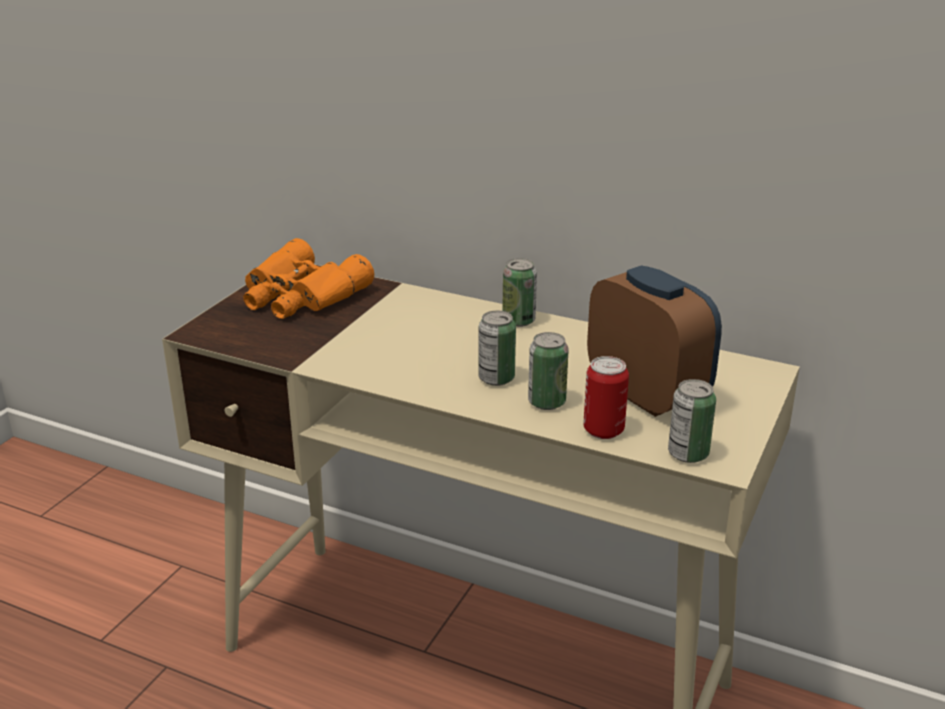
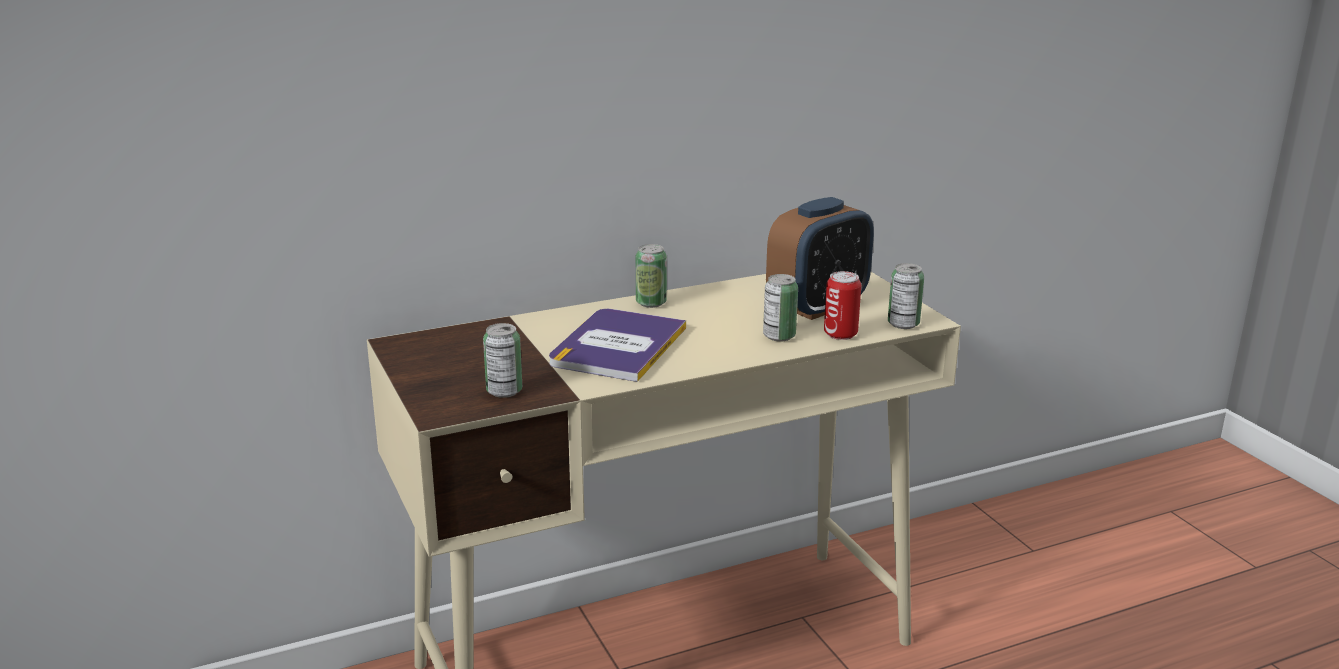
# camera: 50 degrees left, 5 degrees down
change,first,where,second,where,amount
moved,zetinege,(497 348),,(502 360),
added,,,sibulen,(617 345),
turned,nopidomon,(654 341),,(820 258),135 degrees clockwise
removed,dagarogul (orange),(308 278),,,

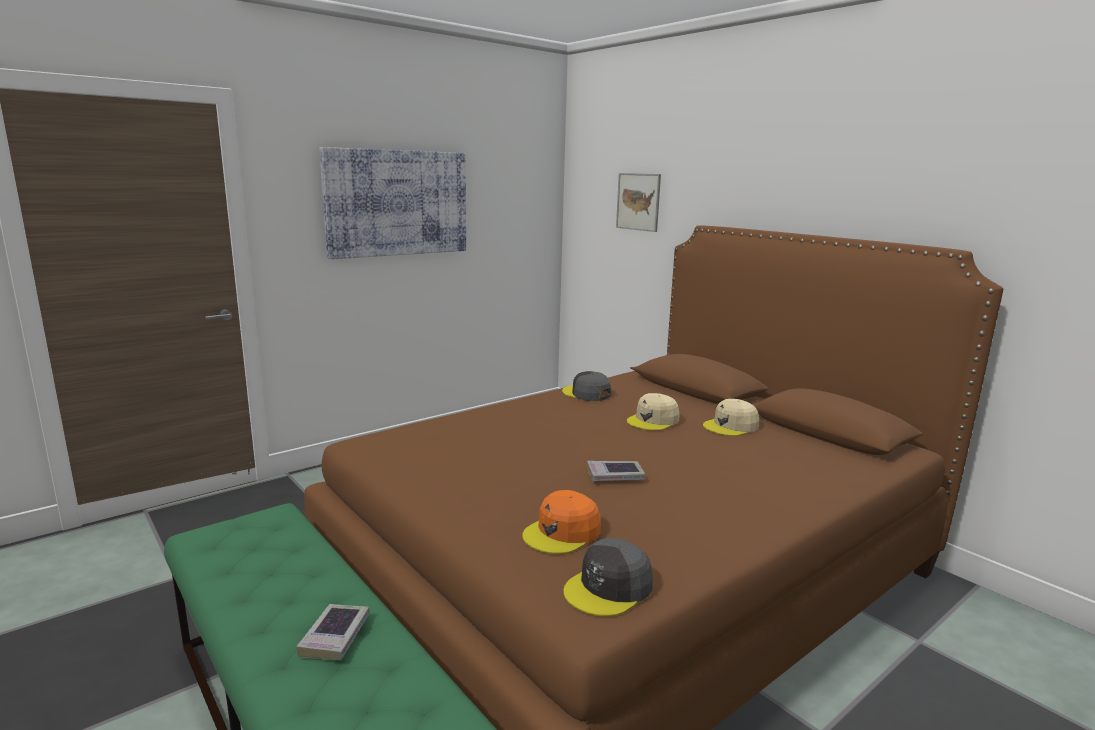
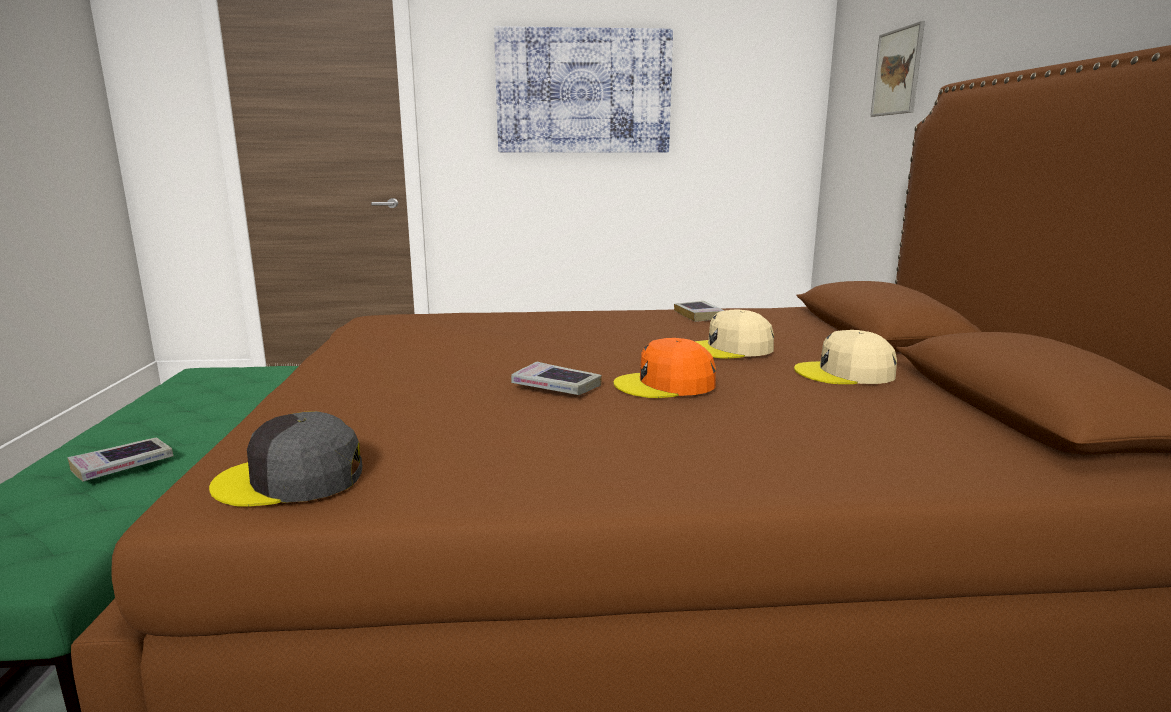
# camera: 35 degrees right, 0 degrees up
change,first,where,second,where,amount
moved,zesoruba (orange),(561 522),,(665 368),
replaced,zesoruba (grey),(586 386),sibulen,(699 311),

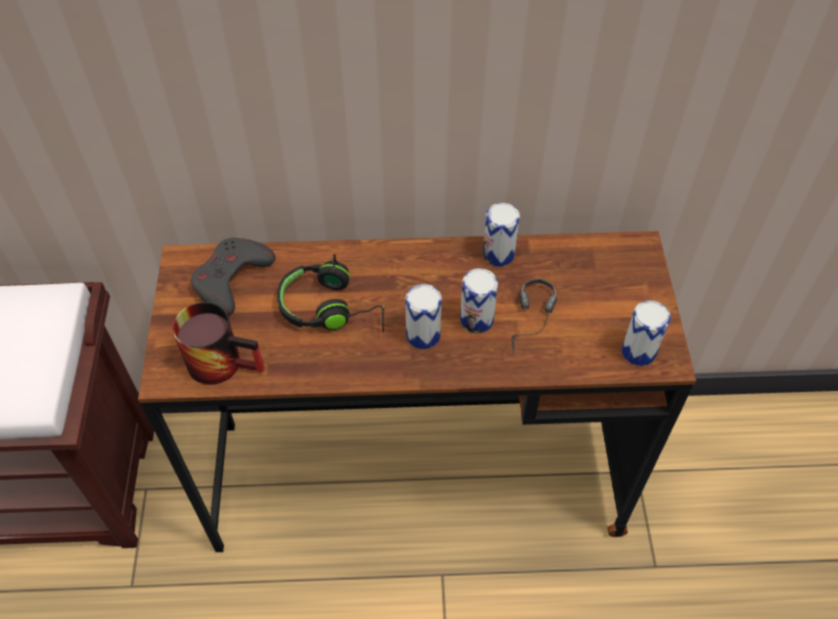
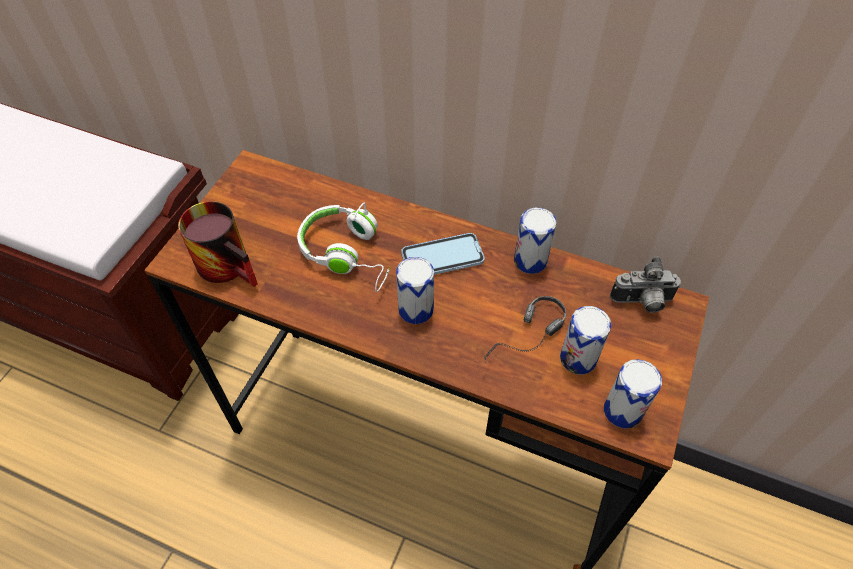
# camera: 25 degrees right, 0 degrees up
change,first,where,second,where,amount
recoloured,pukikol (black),(330 293),pukikol (white),(343 247),
added,,,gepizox,(443 254),
moved,zetinege,(479 300),,(585 340),
added,,,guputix,(645 284),
removed,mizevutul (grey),(233 277),,,

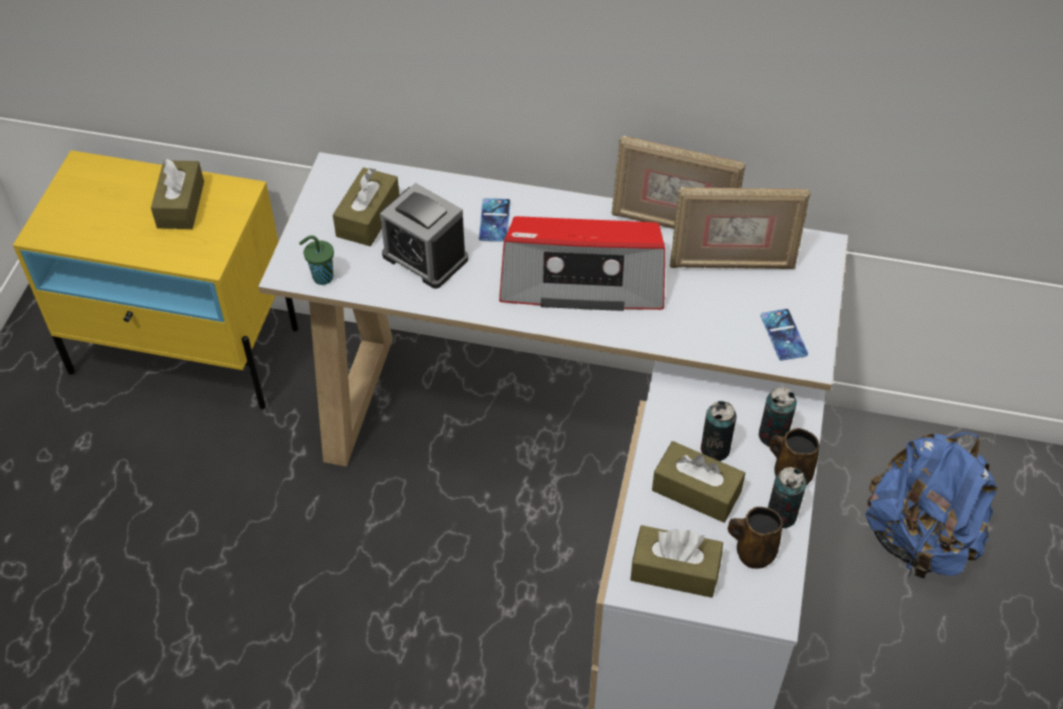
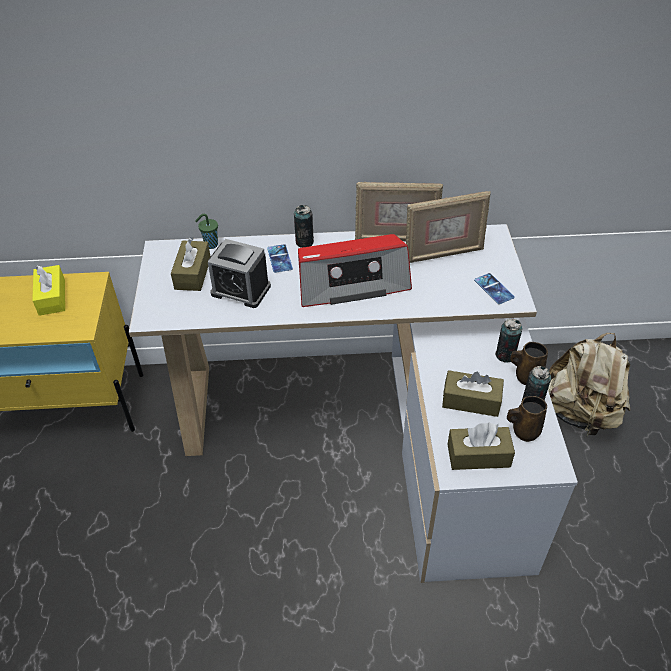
# camera: 15 degrees left, 5 degrees down
change,first,where,second,where,amount
recoloured,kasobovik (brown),(177 194),kasobovik (yellow),(48 290),
moved,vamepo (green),(316 260),,(206 231),
moved,zetinege,(718 431),,(304 226),
recoloured,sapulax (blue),(931 505),sapulax (beige),(589 385),

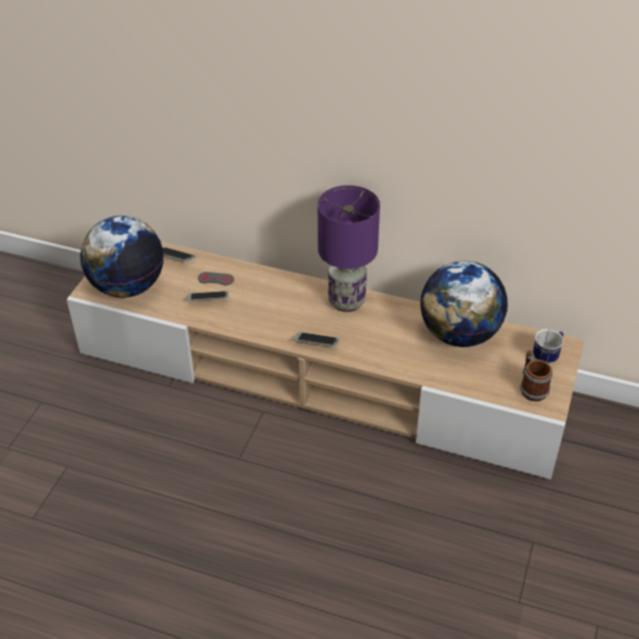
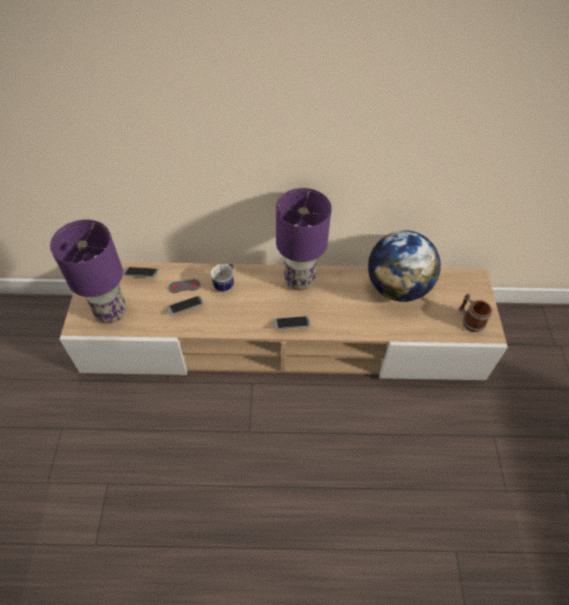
# camera: 20 degrees left, 10 degrees up
change,first,where,second,where,amount
replaced,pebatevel,(122 257),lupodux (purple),(88 271),
moved,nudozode,(548 346),,(222 278),

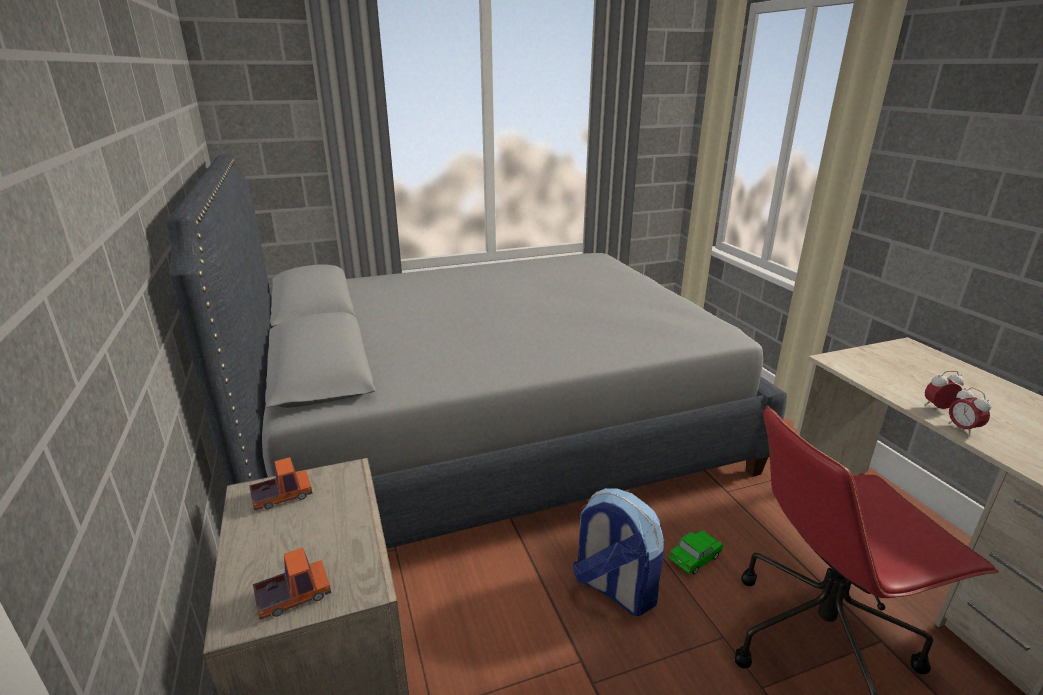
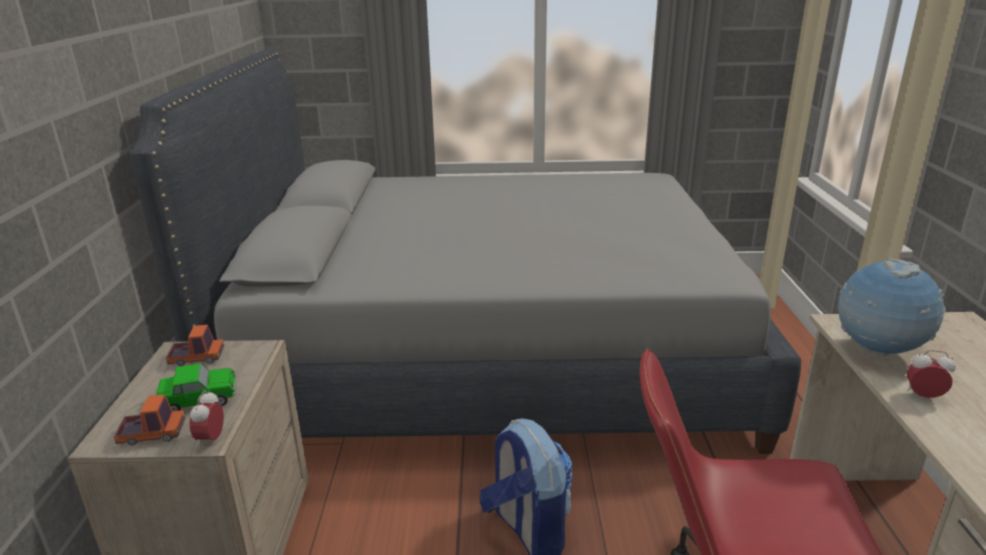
# camera: 20 degrees right, 0 degrees up
change,first,where,second,where,amount
moved,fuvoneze,(695 552),,(196 387),
moved,nopidomon,(970 411),,(206 419),
added,,,pebatevel,(892 307),

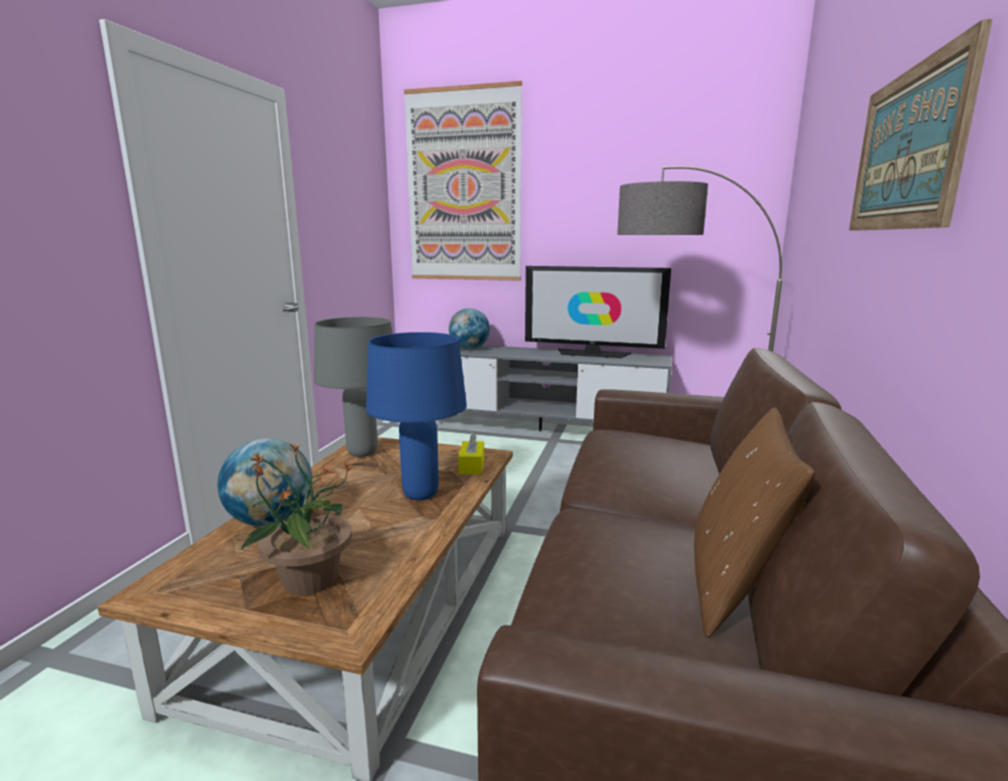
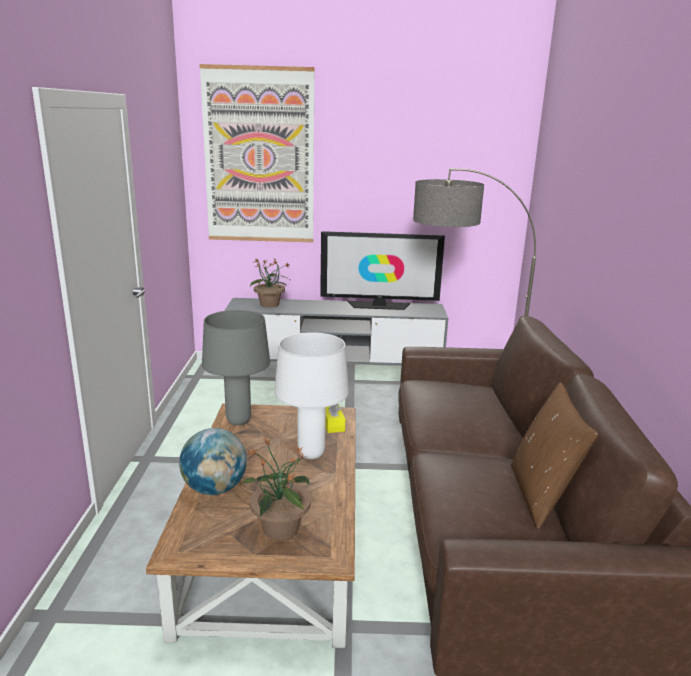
# camera: 15 degrees left, 5 degrees up
change,first,where,second,where,amount
replaced,pebatevel,(469 329),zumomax,(270 283),
recoloured,lupodux (blue),(416 416),lupodux (white),(311 395),
removed,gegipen,(920 125),,,

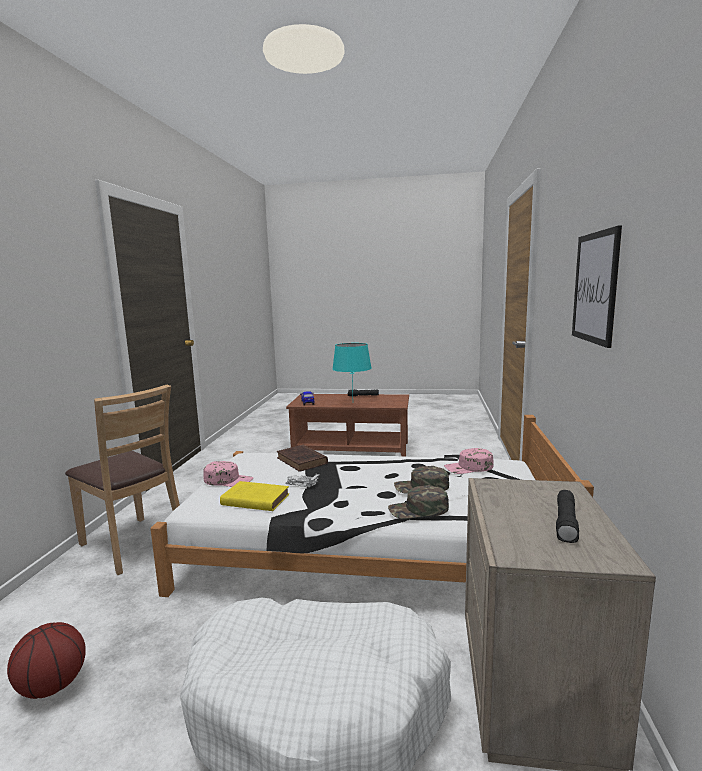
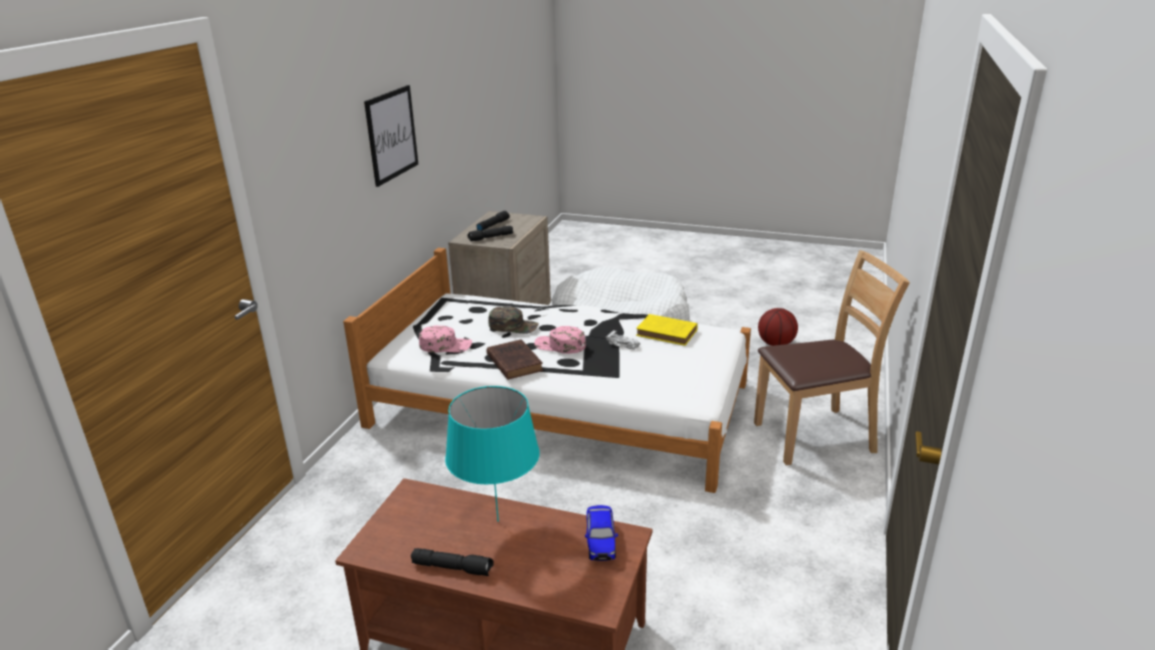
# camera: 170 degrees left, 15 degrees up
change,first,where,second,where,amount
added,,,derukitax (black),(490 233),
moved,sibulen (brown),(302 458),,(515 359),
moved,zesoruba (pink),(228 474),,(560 340),
turned,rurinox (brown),(122 479),,(832 358),120 degrees clockwise
removed,zesoruba (green),(418 502),,,

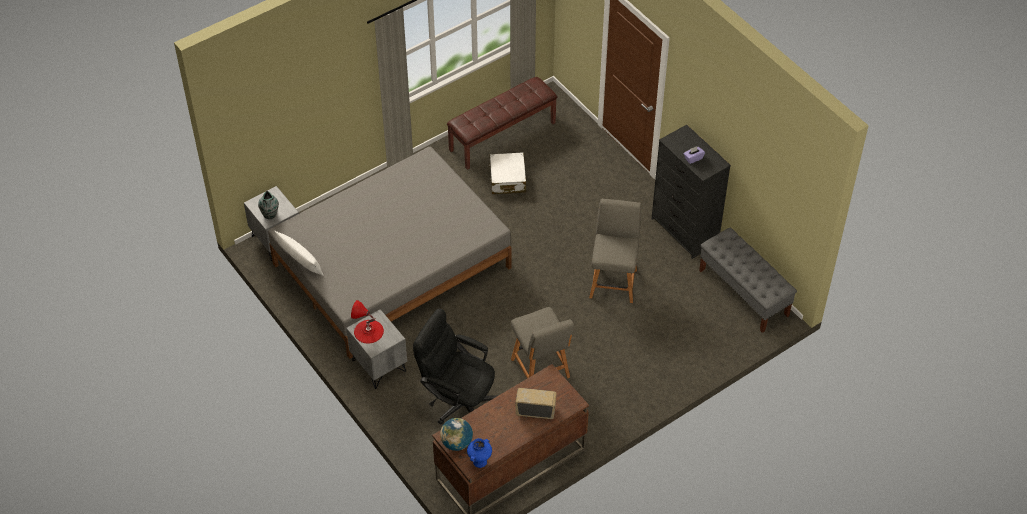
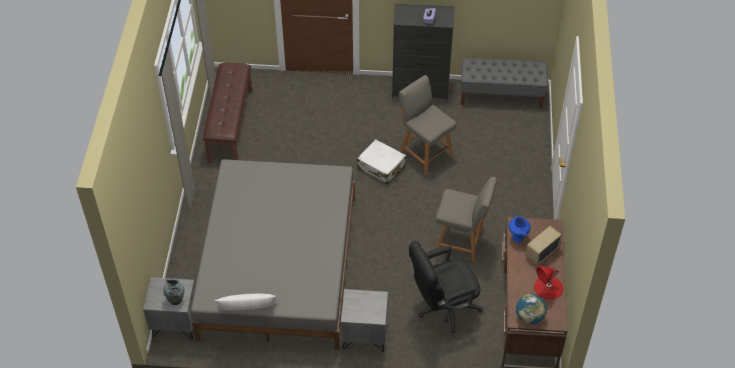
# camera: 50 degrees left, 0 degrees up
change,first,where,second,where,amount
moved,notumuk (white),(507 173),,(381 162),
moved,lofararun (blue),(479 453),,(520 229),
moved,lupodux (red),(367 322),,(548 283),

